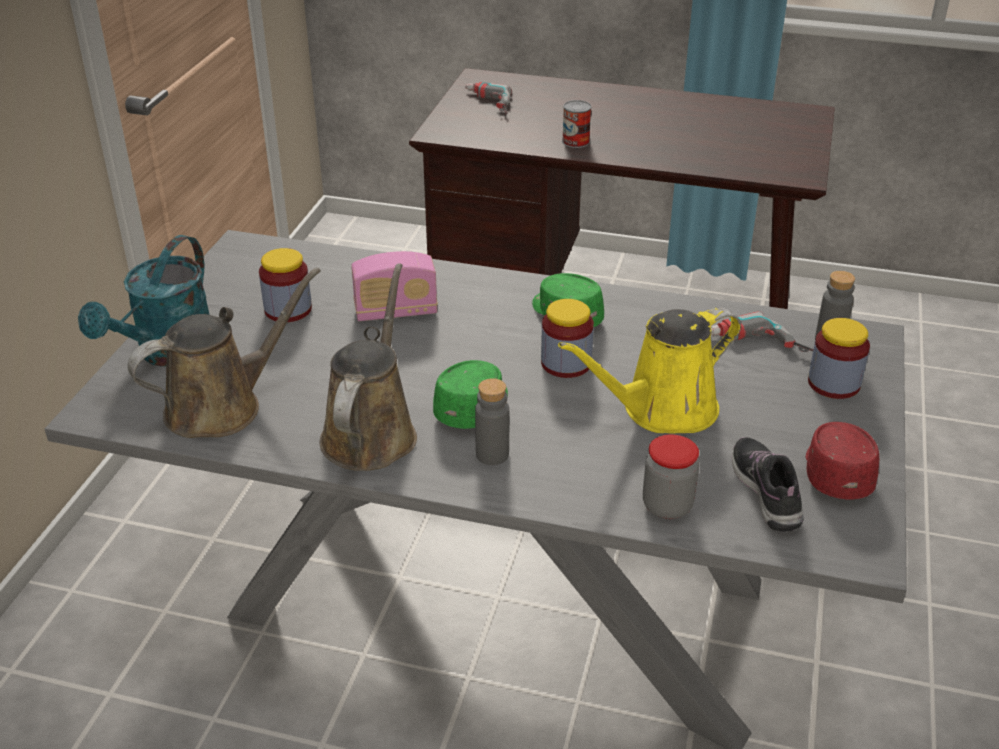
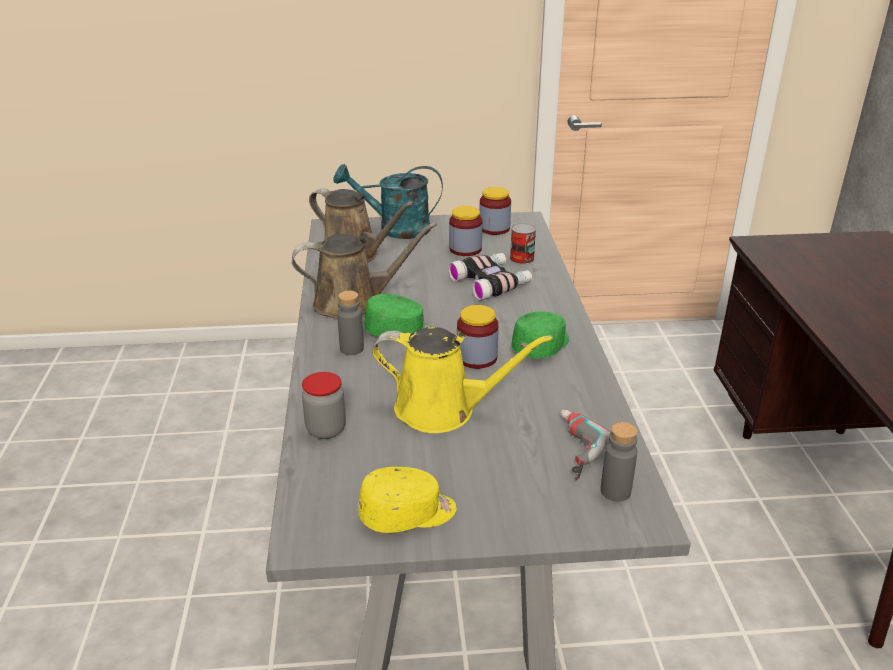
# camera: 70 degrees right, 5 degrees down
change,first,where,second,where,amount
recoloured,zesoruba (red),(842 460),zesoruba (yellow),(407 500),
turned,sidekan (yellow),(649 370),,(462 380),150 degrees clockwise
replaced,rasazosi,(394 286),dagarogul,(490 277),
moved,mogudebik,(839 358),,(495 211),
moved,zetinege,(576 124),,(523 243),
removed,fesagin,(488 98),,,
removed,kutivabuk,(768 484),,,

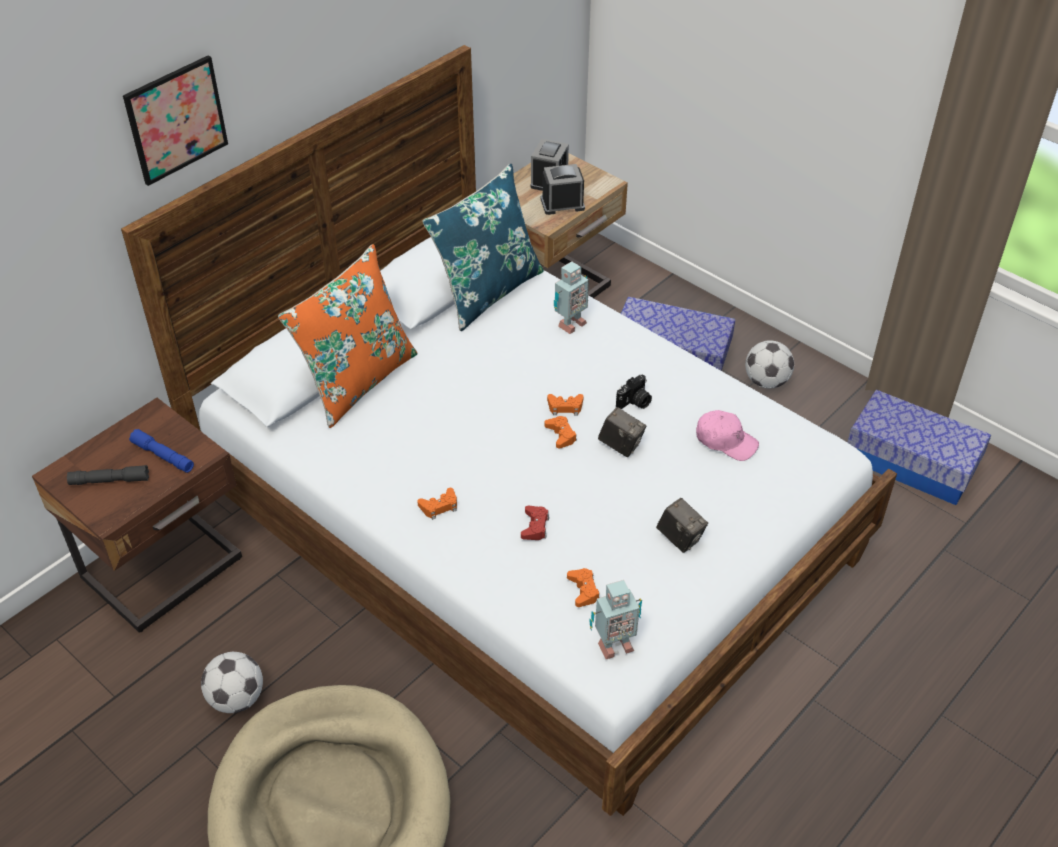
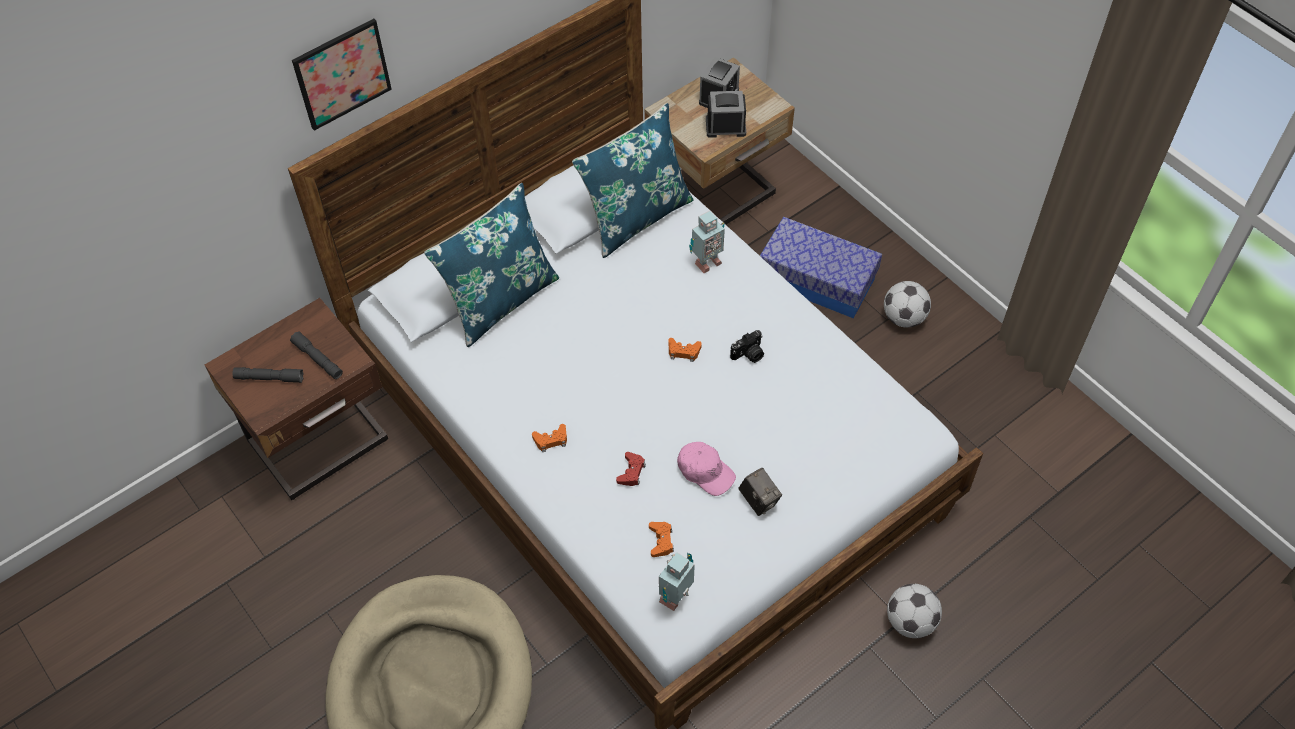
# camera: 10 degrees right, 10 degrees up
change,first,where,second,where,amount
recoloured,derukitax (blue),(161 451),derukitax (grey),(316 355),
recoloured,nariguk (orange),(348 336),nariguk (blue),(491 265),
turned,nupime,(615 619),,(677 582),135 degrees clockwise
moved,zesoruba (pink),(727 435),,(706 469),
moved,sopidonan,(232 682),,(914 611),
removed,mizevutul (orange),(560 432),,,
removed,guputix,(622 432),,,
removed,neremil,(919 447),,,

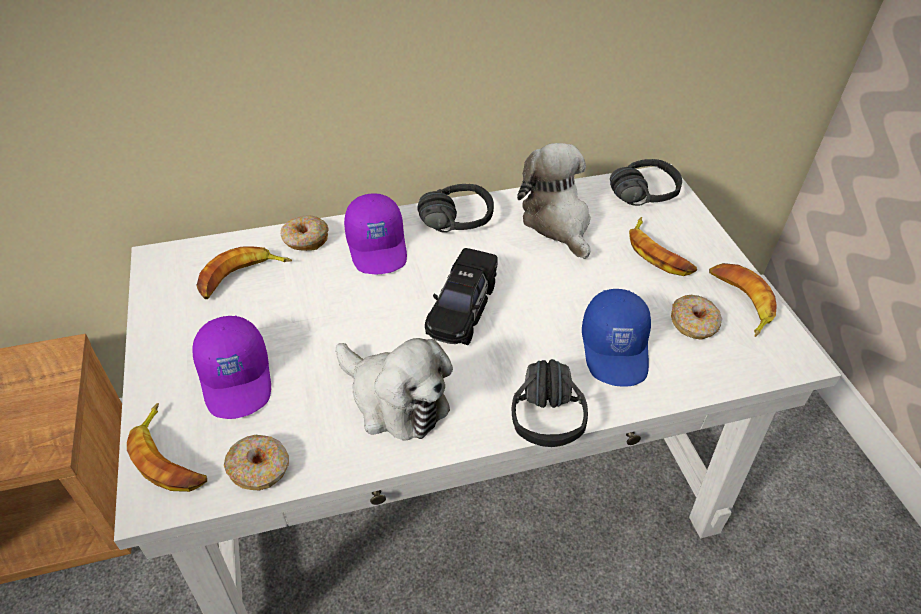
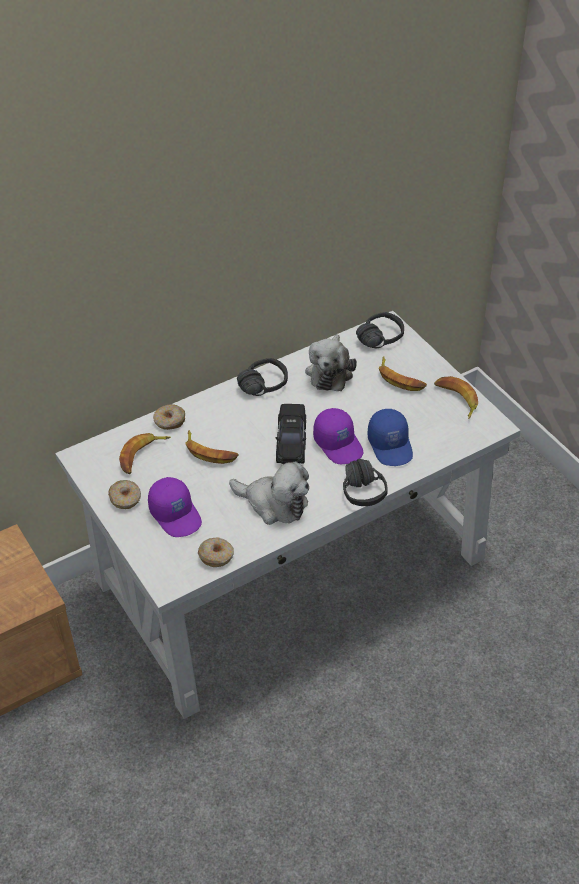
# camera: 15 degrees left, 0 degrees up
change,first,where,second,where,amount
moved,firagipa,(696 317),,(124 494),
moved,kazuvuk,(167 447),,(211 447),
turned,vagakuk,(553 201),,(331 362),135 degrees counterclockwise
moved,zesoruba (purple),(375 233),,(338 436),

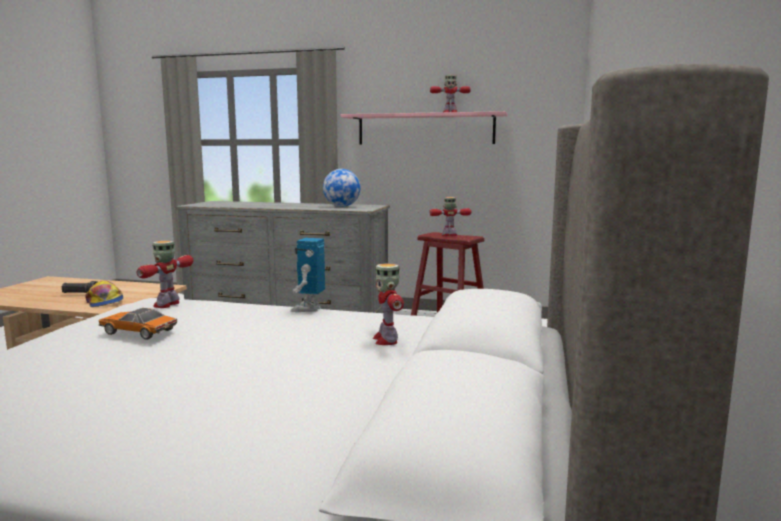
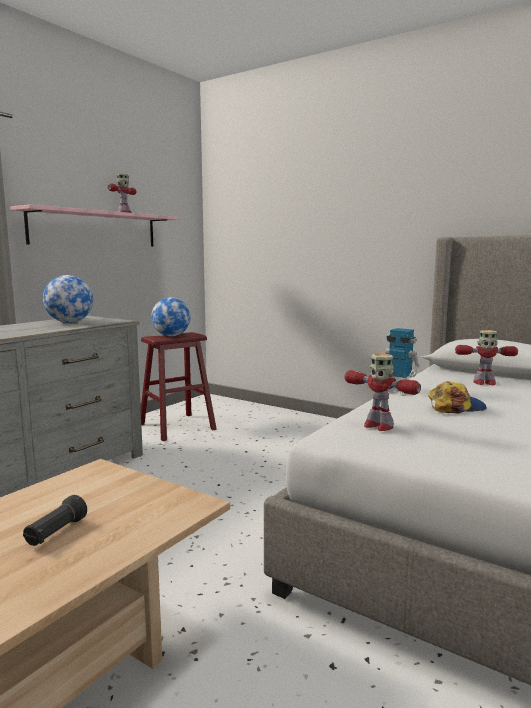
# camera: 70 degrees left, 0 degrees up
change,first,where,second,where,amount
replaced,nupime,(450 216),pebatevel,(170 316),
moved,zesoruba,(104 293),,(457 397),
removed,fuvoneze,(138 324),,,

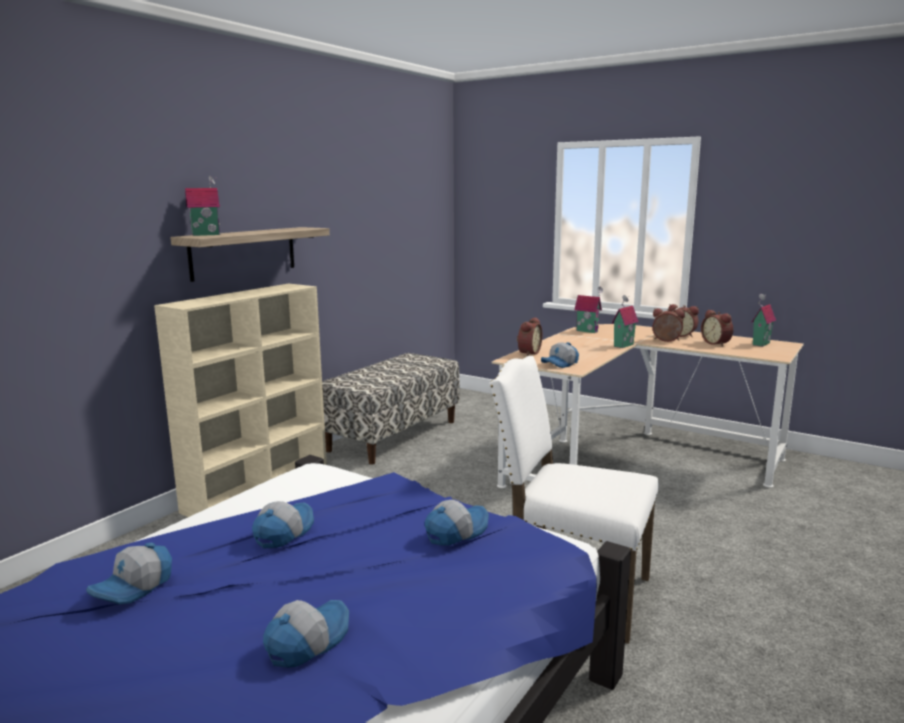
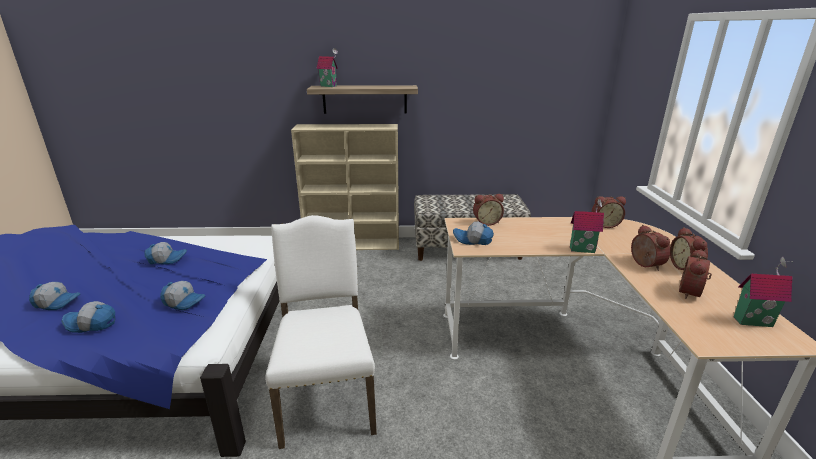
# camera: 55 degrees right, 10 degrees up
change,first,where,second,where,amount
moved,zesoruba,(129 574),,(88 317),
replaced,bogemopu,(588 309),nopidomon,(608 212),

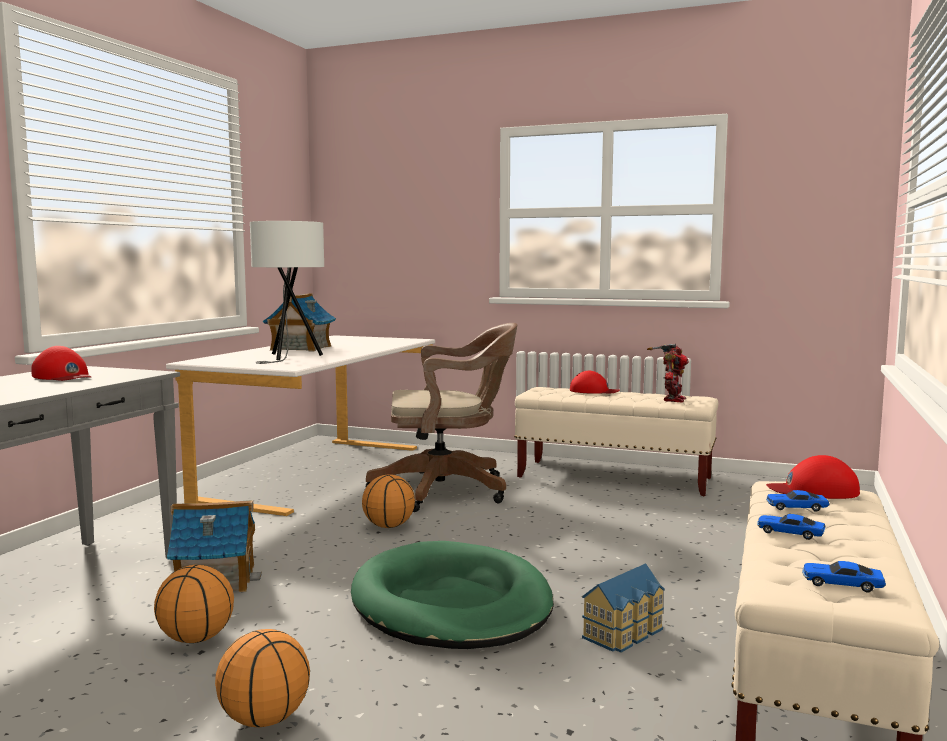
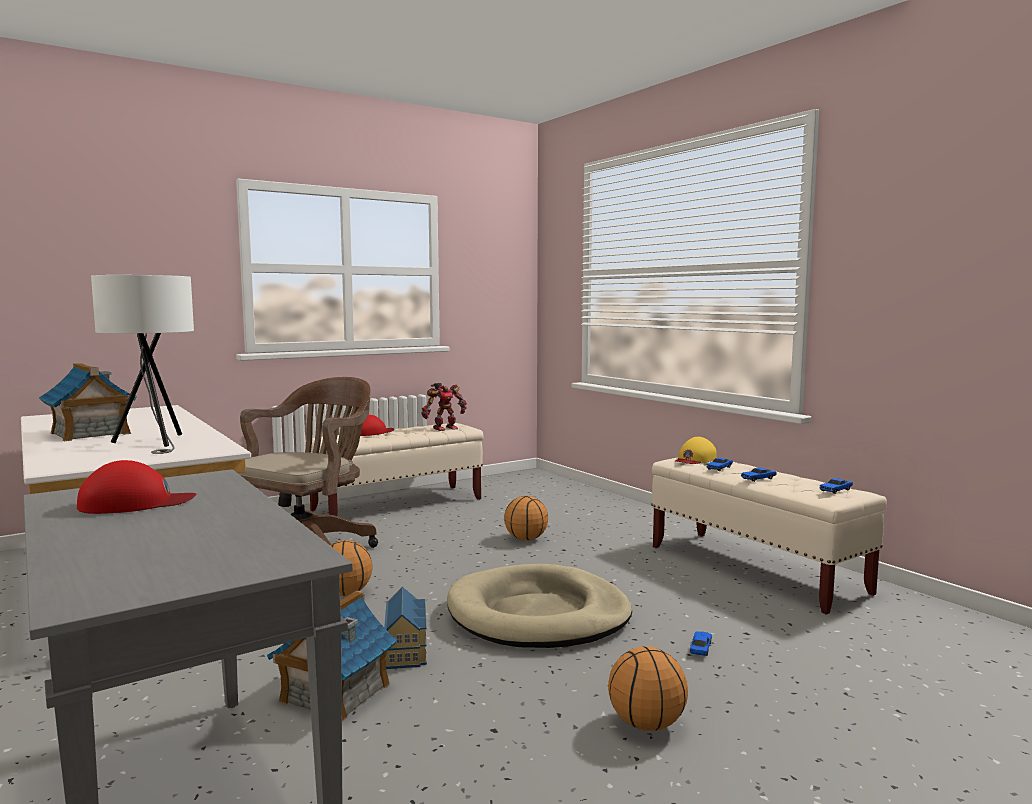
# camera: 55 degrees left, 0 degrees up
change,first,where,second,where,amount
moved,bogemopu,(623 608),,(405 628),
turned,nupime,(668 373),,(444 406),90 degrees clockwise
recoloured,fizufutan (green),(452 595),fizufutan (beige),(539 606),
moved,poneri,(194 604),,(526 518),
recoloured,zesoruba (red),(813 477),zesoruba (yellow),(696 450),
added,,,fuvoneze,(701 643),

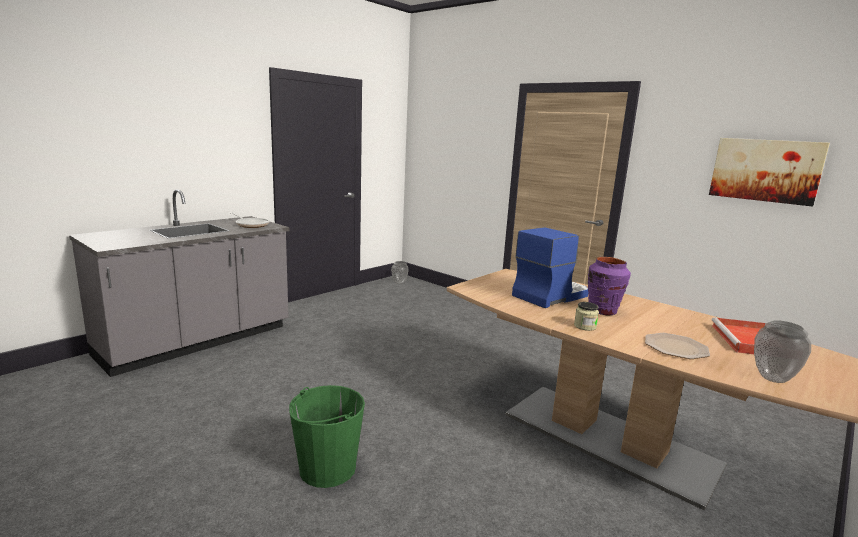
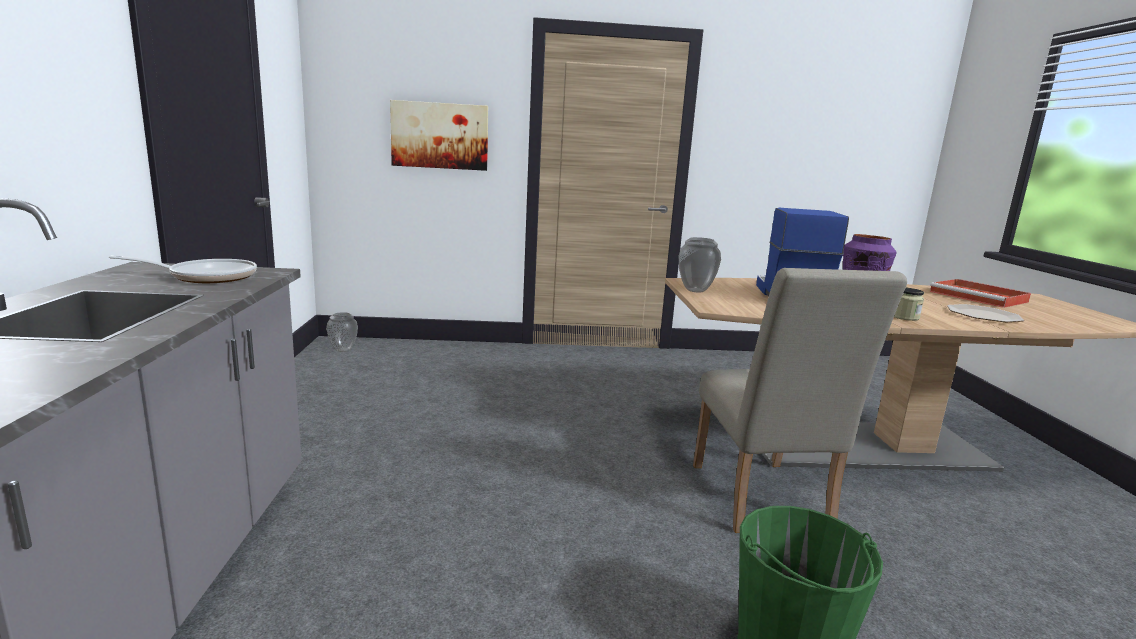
# camera: 45 degrees left, 0 degrees up
change,first,where,second,where,amount
moved,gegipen,(769 172),,(439 135),
moved,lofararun,(782 351),,(699 265),
added,,,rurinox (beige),(800 400),

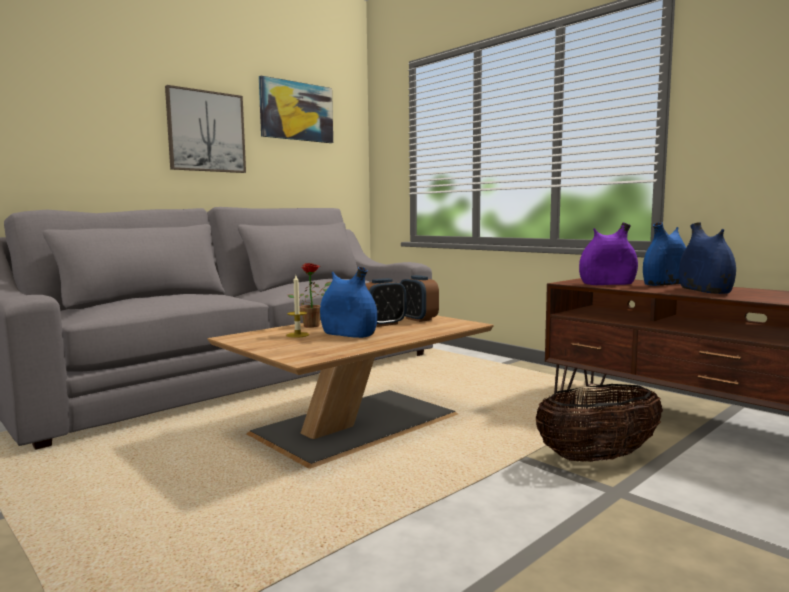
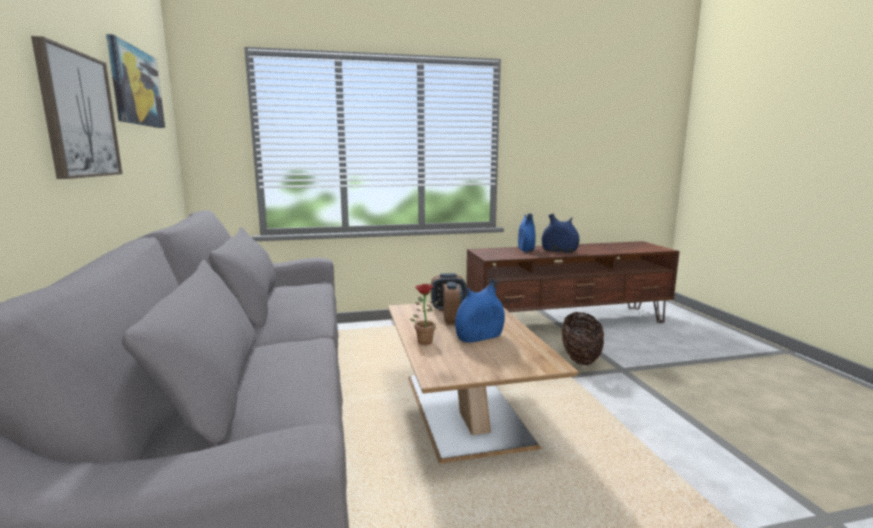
# camera: 60 degrees left, 5 degrees up
change,first,where,second,where,amount
removed,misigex,(297 306),,,
removed,lofararun (purple),(608 253),,,

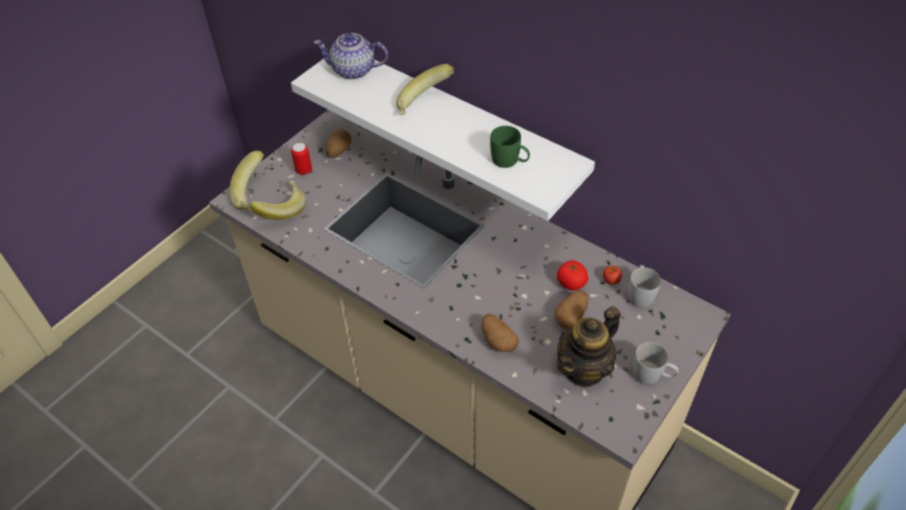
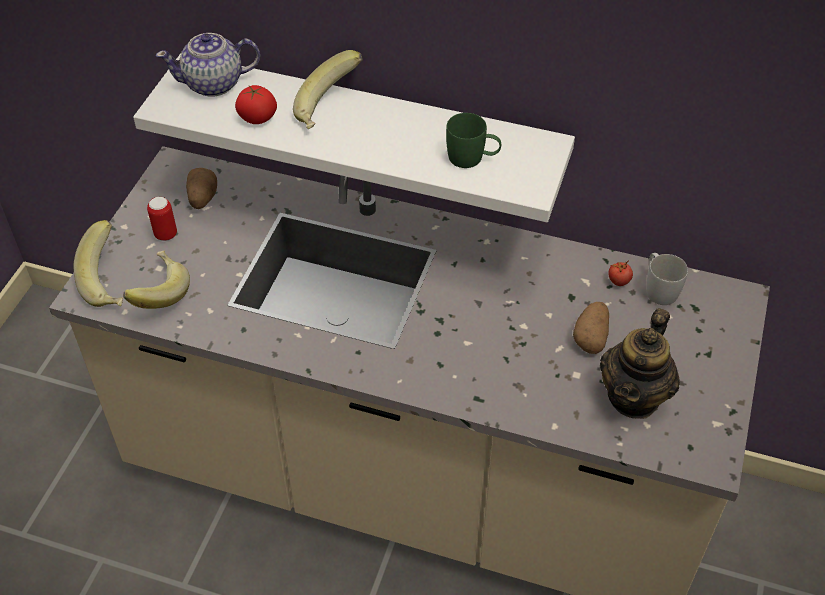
# camera: 20 degrees left, 0 degrees up
change,first,where,second,where,amount
moved,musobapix,(573 275),,(256 104),
removed,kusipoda,(500 333),,,
removed,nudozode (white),(656 363),,,

